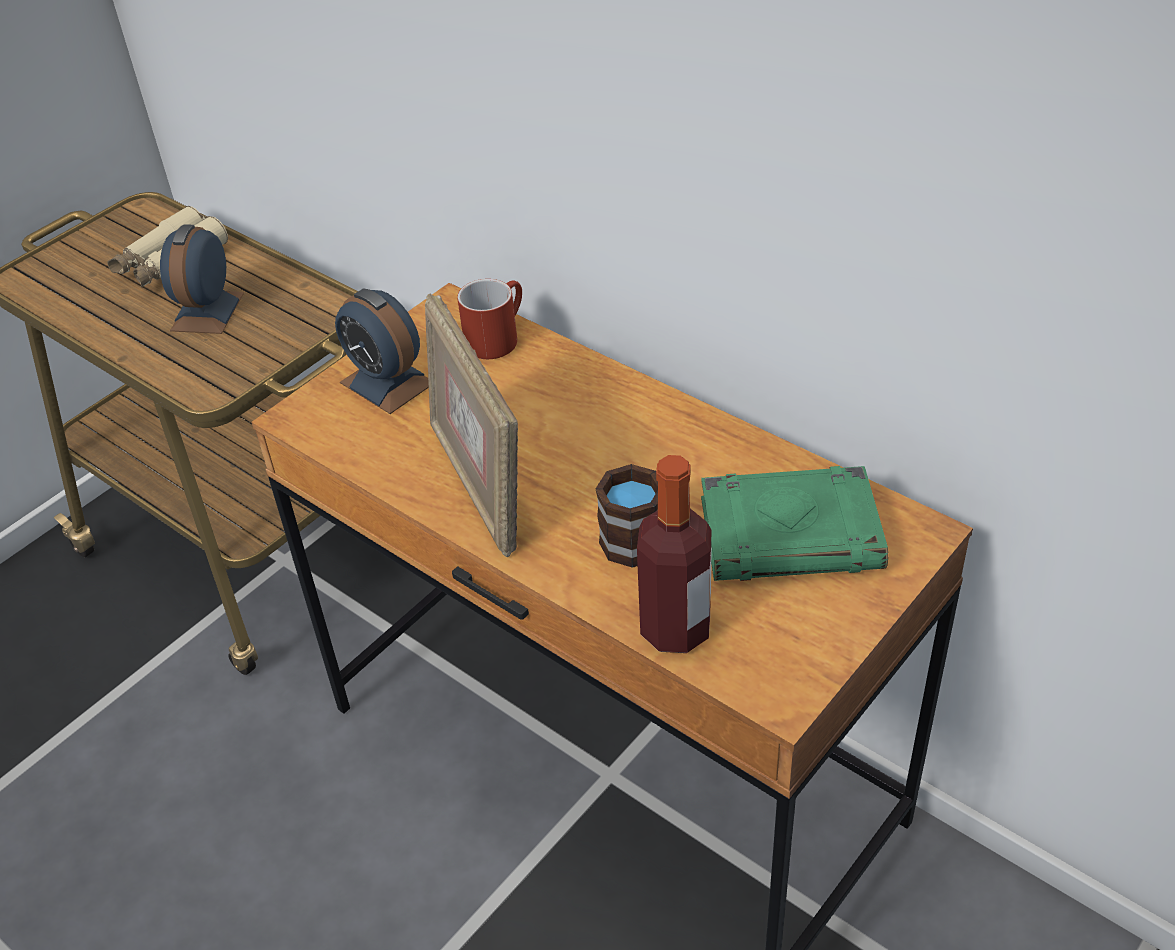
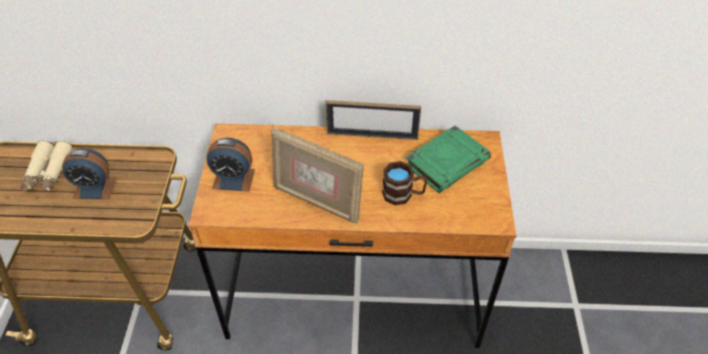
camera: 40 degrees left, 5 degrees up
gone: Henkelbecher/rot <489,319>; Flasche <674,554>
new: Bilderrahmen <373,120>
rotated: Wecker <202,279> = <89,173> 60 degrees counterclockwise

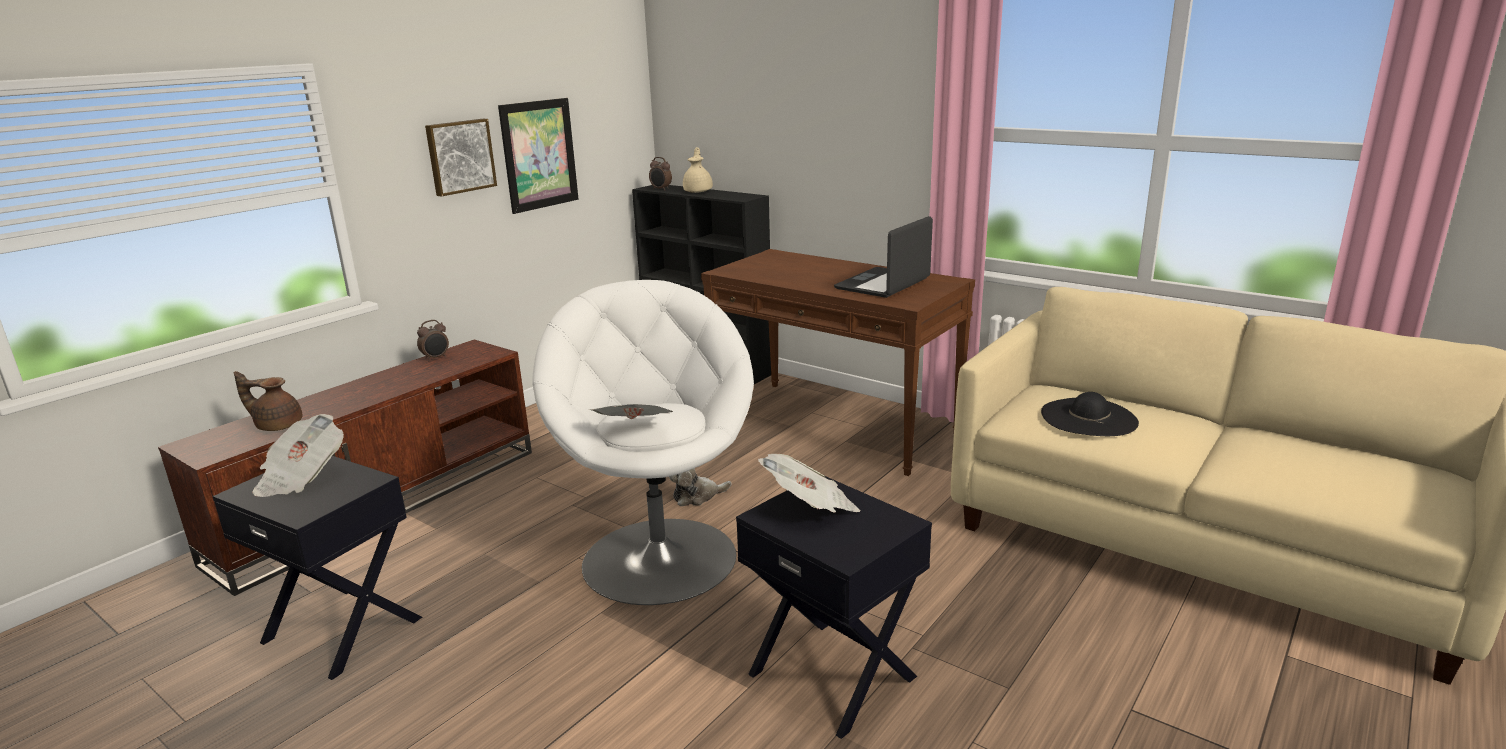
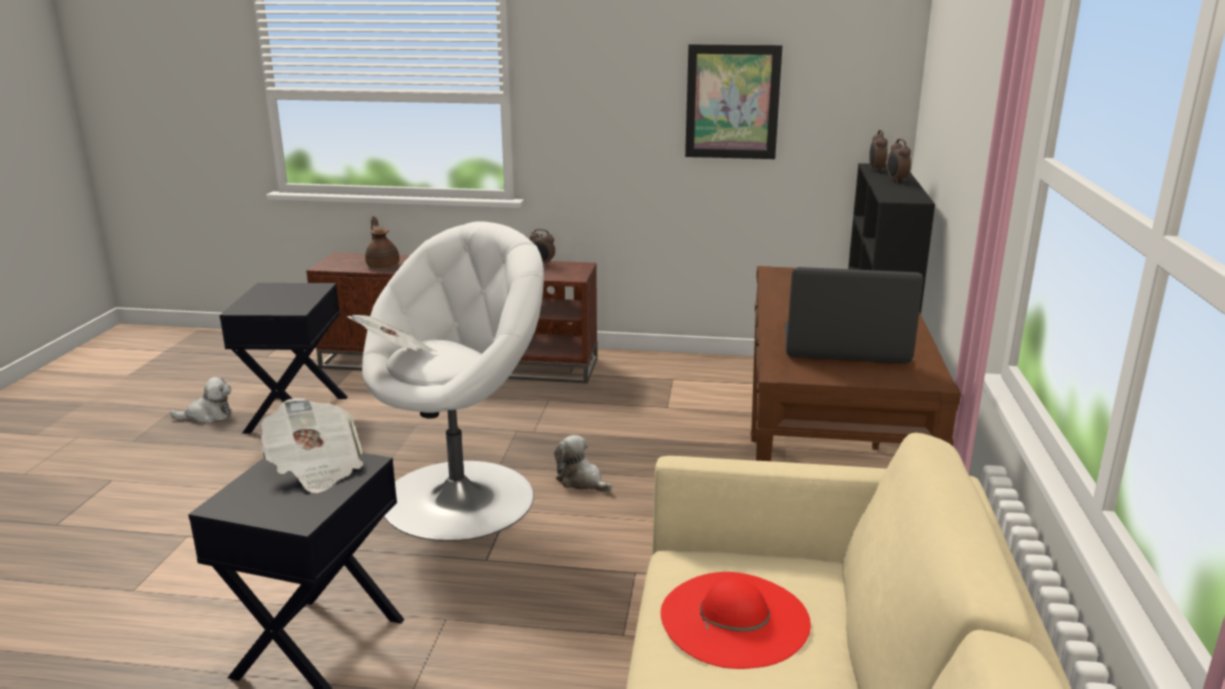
camera: 60 degrees right, 0 degrees up
gone: Zeitung <298,455>; Bild <461,158>
new: Plüschtier <201,400>
swapped: Teekanne/beige <698,170> to Wecker <899,161>
repainted: Hut/schwarz <1090,414> to Hut/rot <736,620>

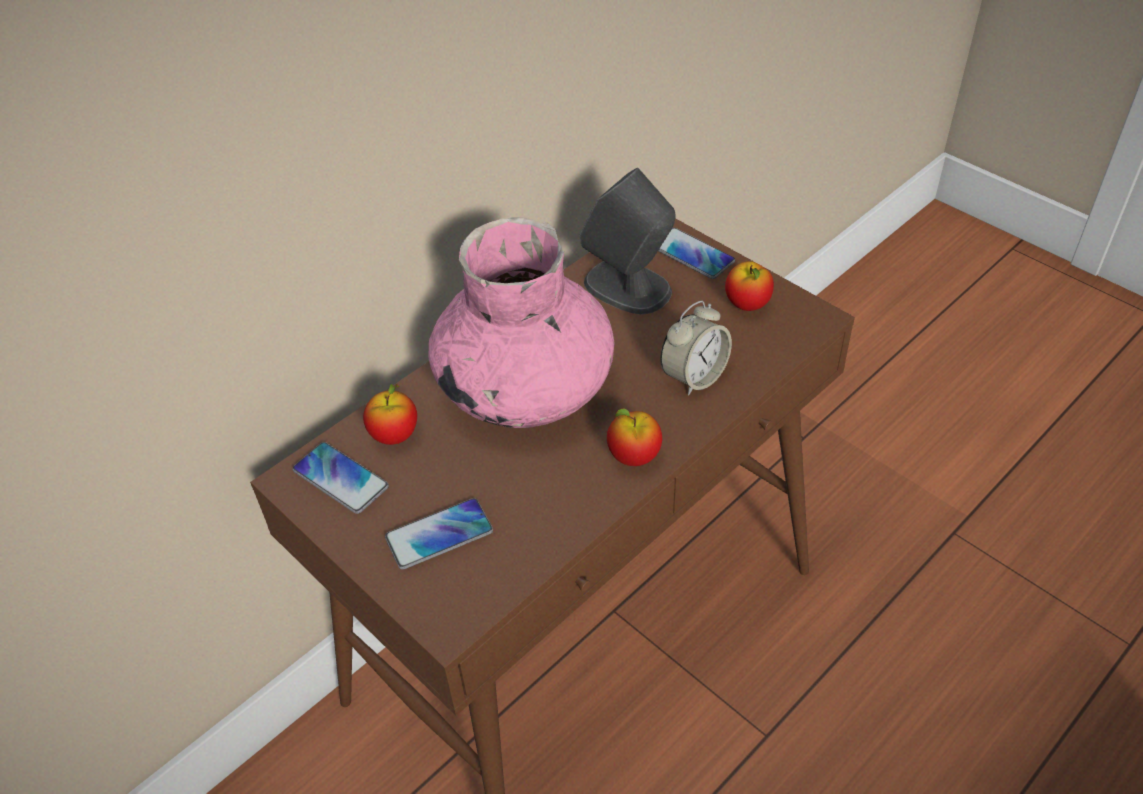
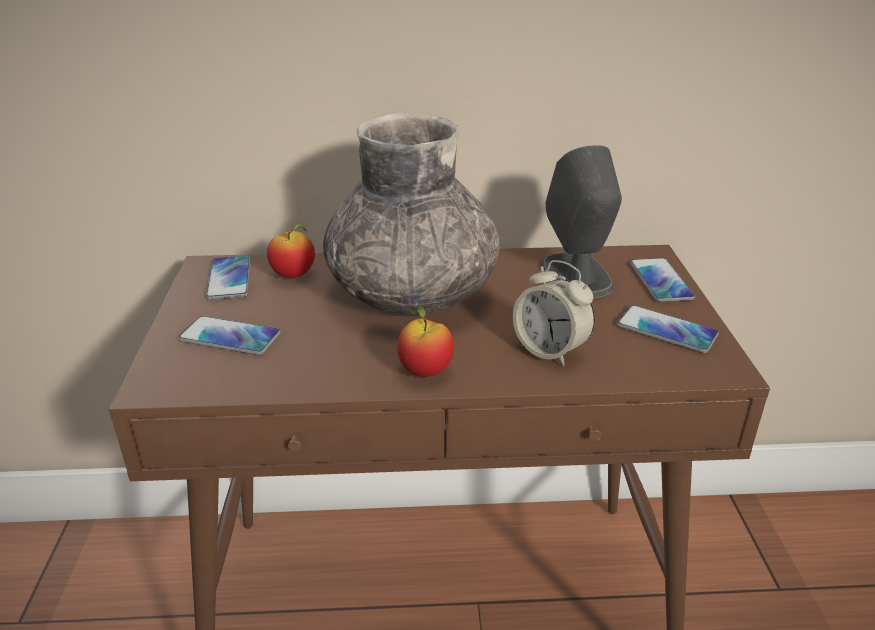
camera: 40 degrees right, 15 degrees down
swapped: Apfel <749,286> to Handy <668,329>
repainted: Vase/rosa <521,322> to Vase/grau <411,213>
rotated: Wecker <696,348> = <554,313> 45 degrees clockwise

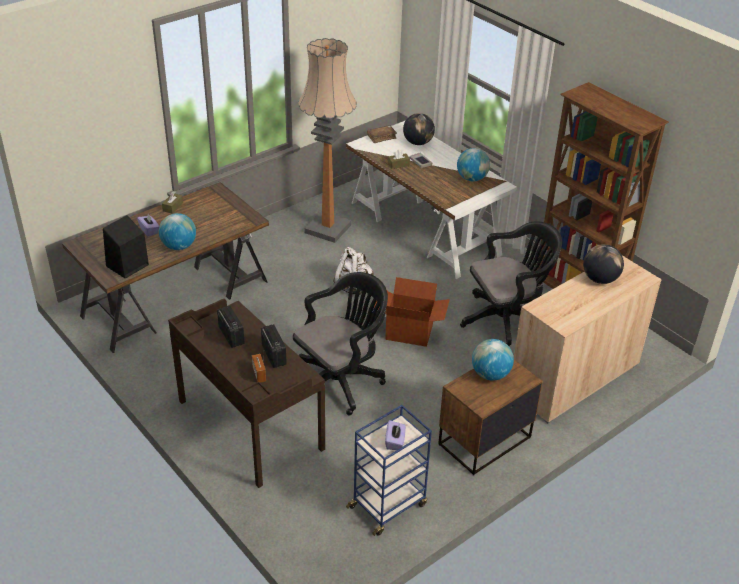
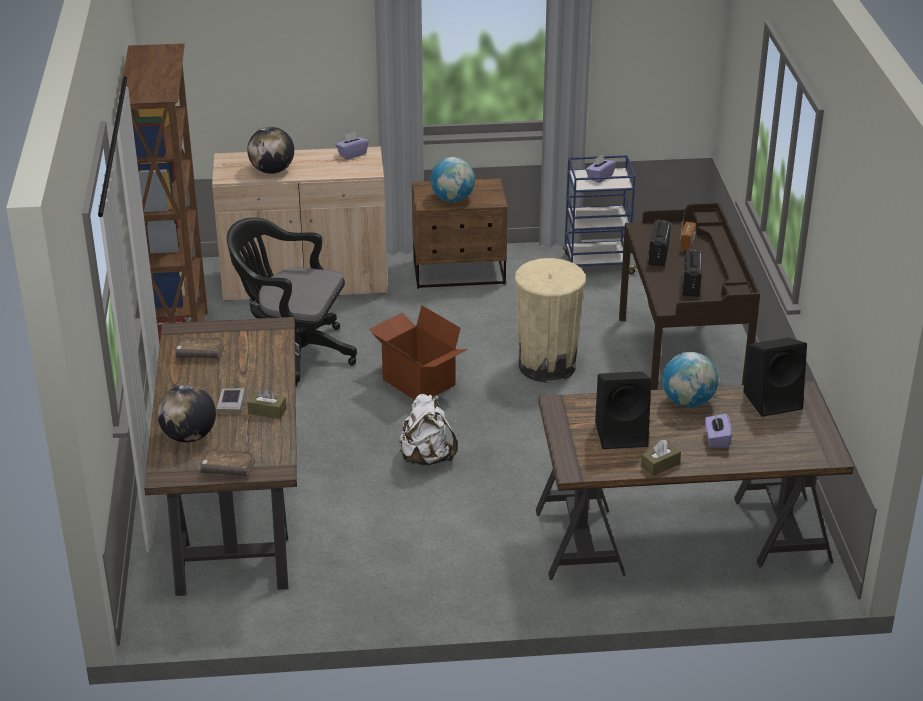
camera: 145 degrees left, 5 degrees down
gone: Stehlampe <327,140>
new: Taschentuchbox/lila <352,146>; Lautsprecher/schwarz <623,410>
swapped: Globus <473,164> to Buch/braun <199,347>; Bürostuhl/schwarz <340,343> to Mülleimer/beige <550,320>
repainted: Schreibtisch/weiß <431,199> to Schreibtisch/braun <221,456>

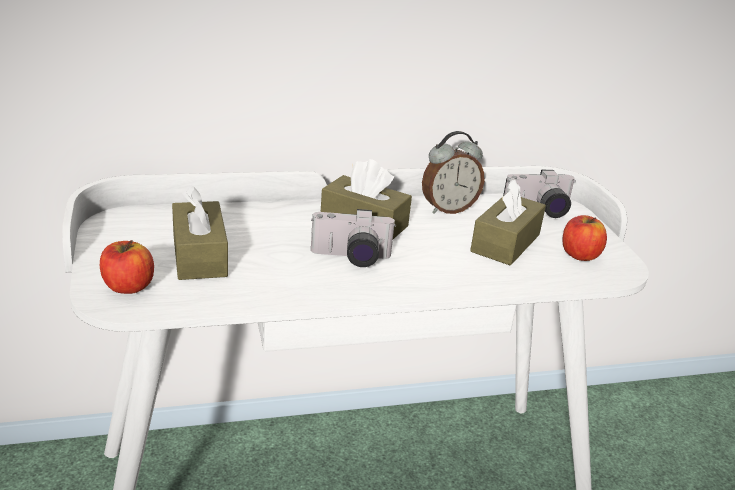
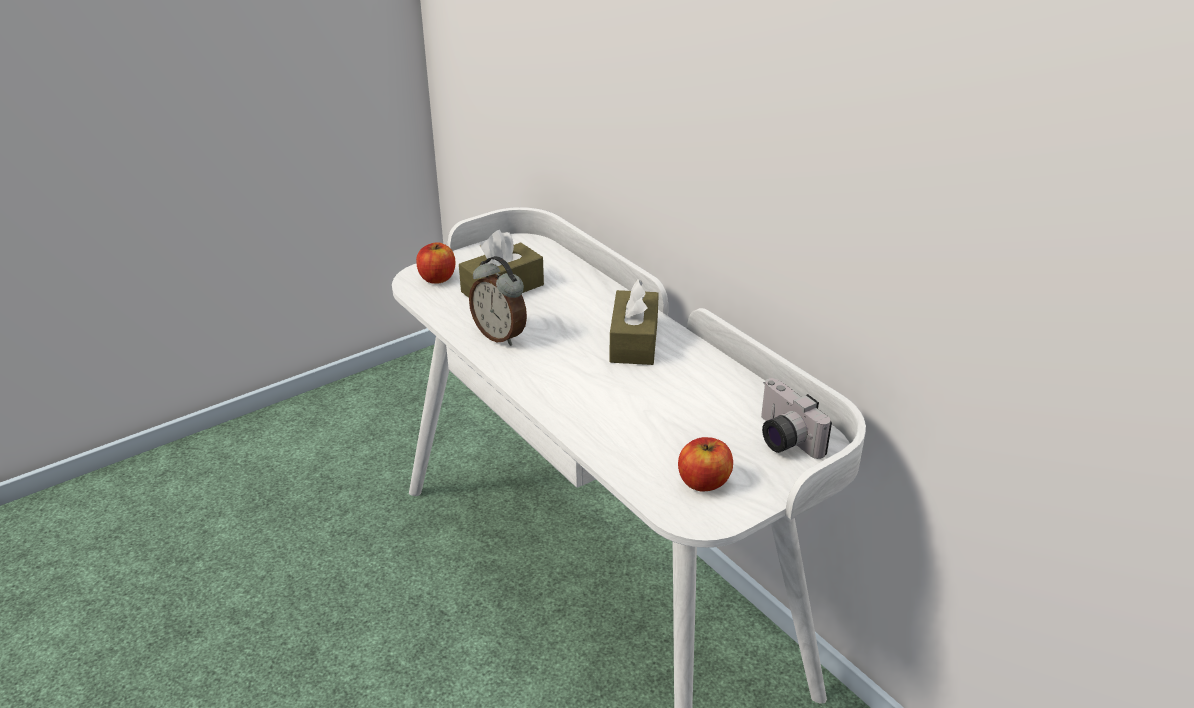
camera: 70 degrees right, 5 degrees up
gone: Kamera <353,238>; Taschentuchbox/braun <508,222>
shifted: Wecker <453,172> to <498,301>

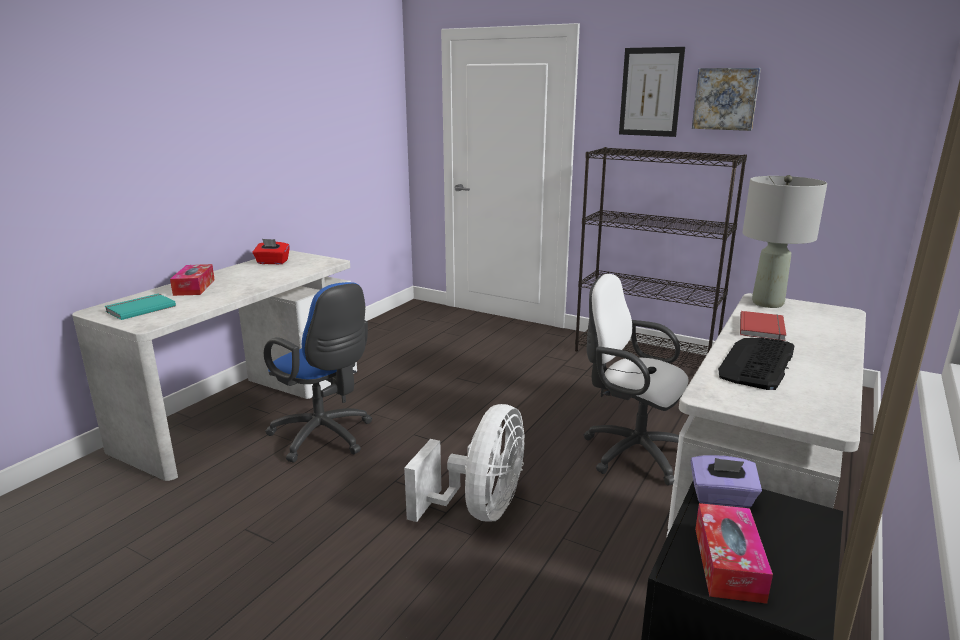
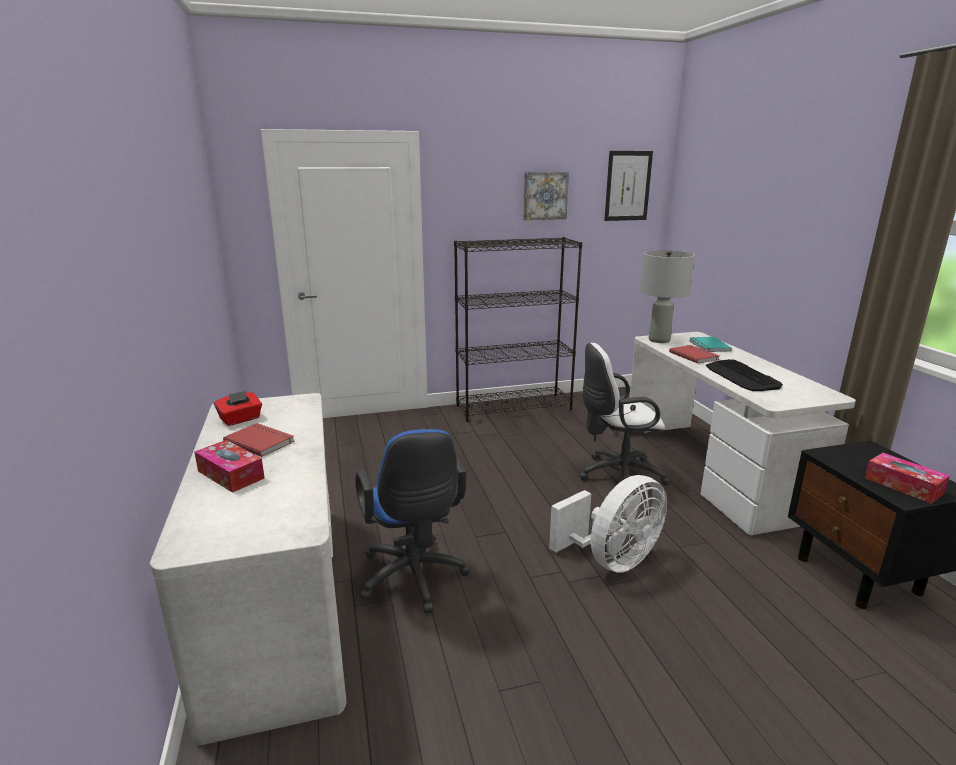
camera: 45 degrees left, 0 degrees up
gone: Taschentuchbox/lila <726,481>
new: Buch/rot <258,440>
shifted: Bild <652,92> to <628,186>; Buch/türkis <140,306> to <710,344>
rotated: Bürostuhl/blau <318,372> = <412,521> 75 degrees clockwise; Ventilator/weiß <464,463> = <608,524> 75 degrees clockwise

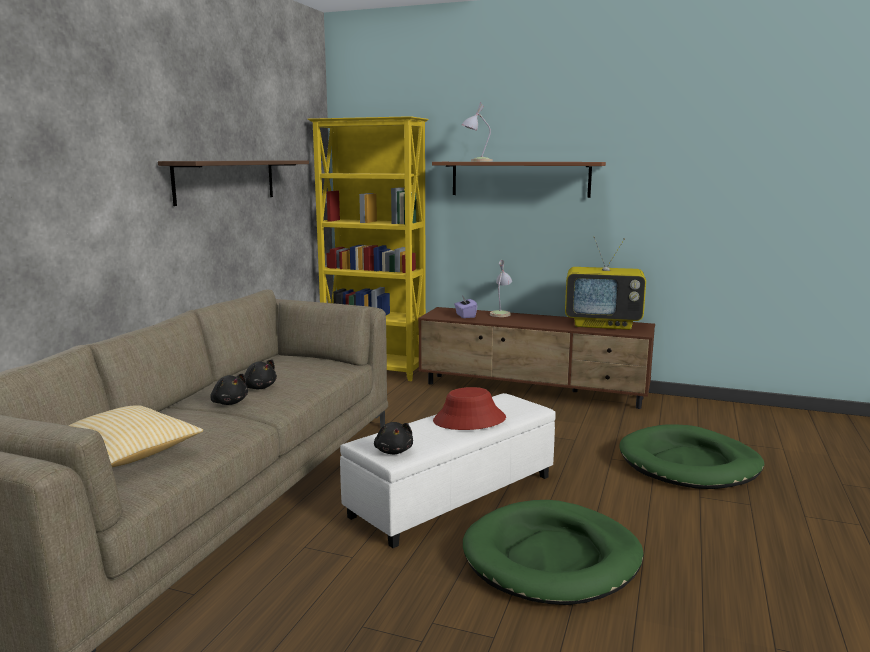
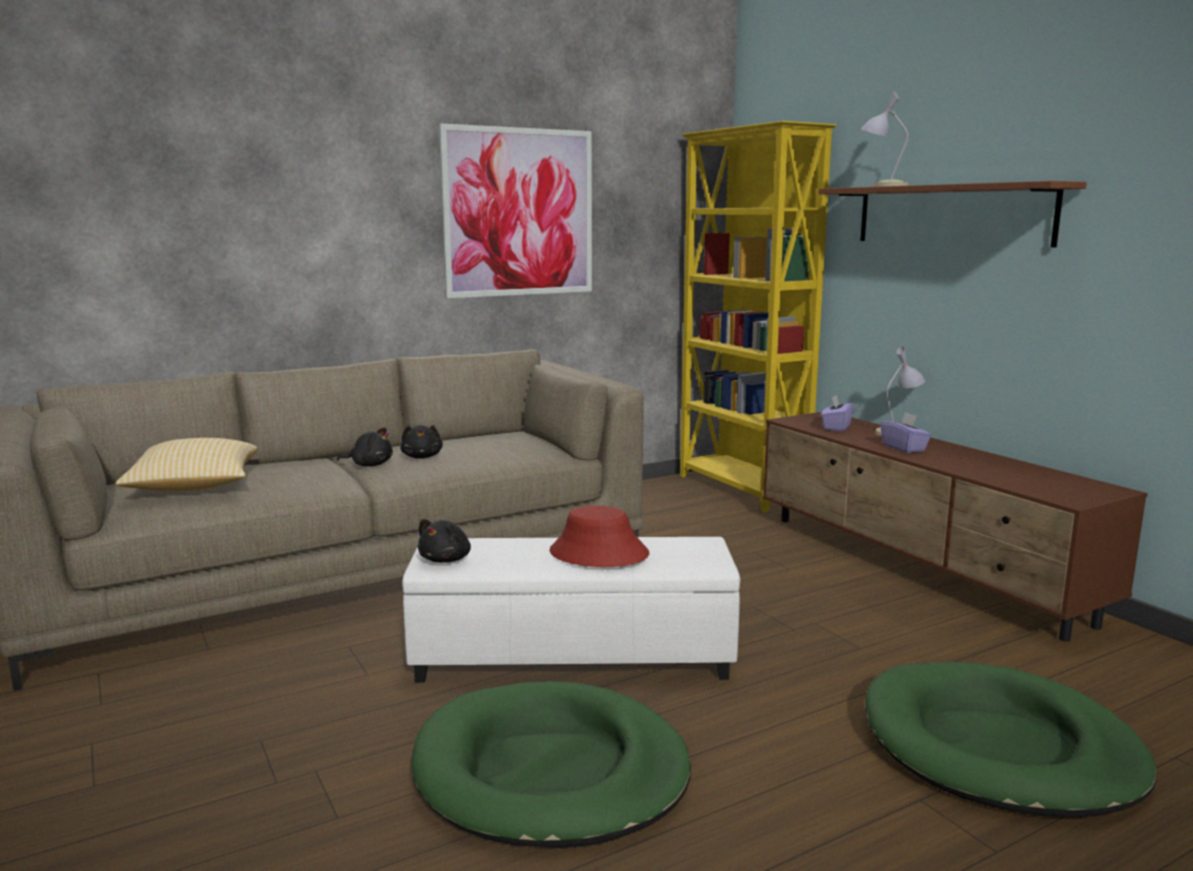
camera: 40 degrees right, 0 degrees up
gone: Fernseher <605,283>
new: Taschentuchbox/lila <906,432>
swapped: Wandregal <233,183> to Bild <515,210>
rotated: Plüschtier/schwarz <229,389> = <365,447> 75 degrees counterclockwise

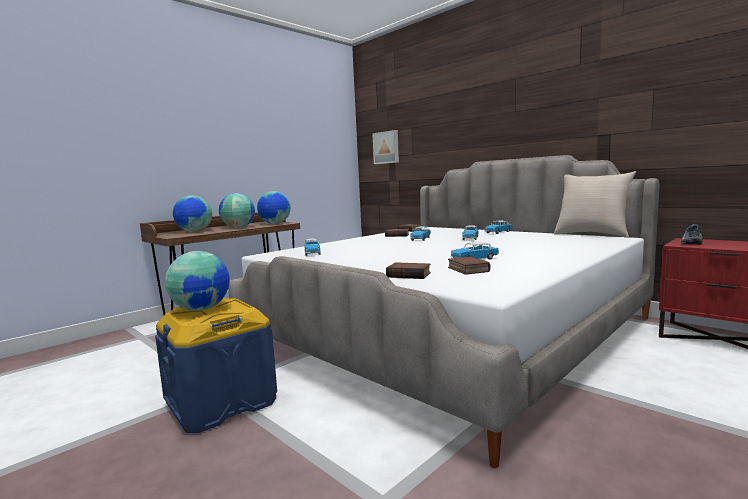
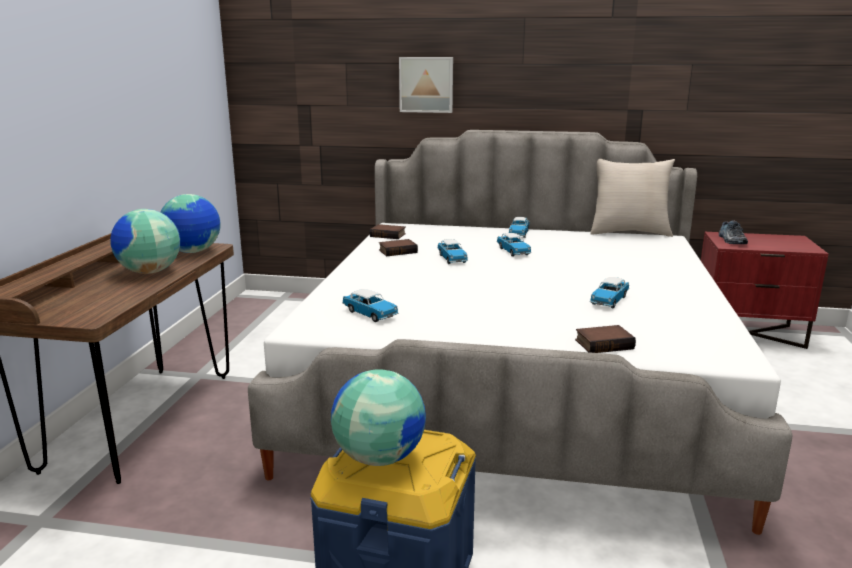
camera: 35 degrees left, 10 degrees up
gone: Globus <192,213>; Buch <469,265>
shifted: Bild <385,147> to <426,85>

